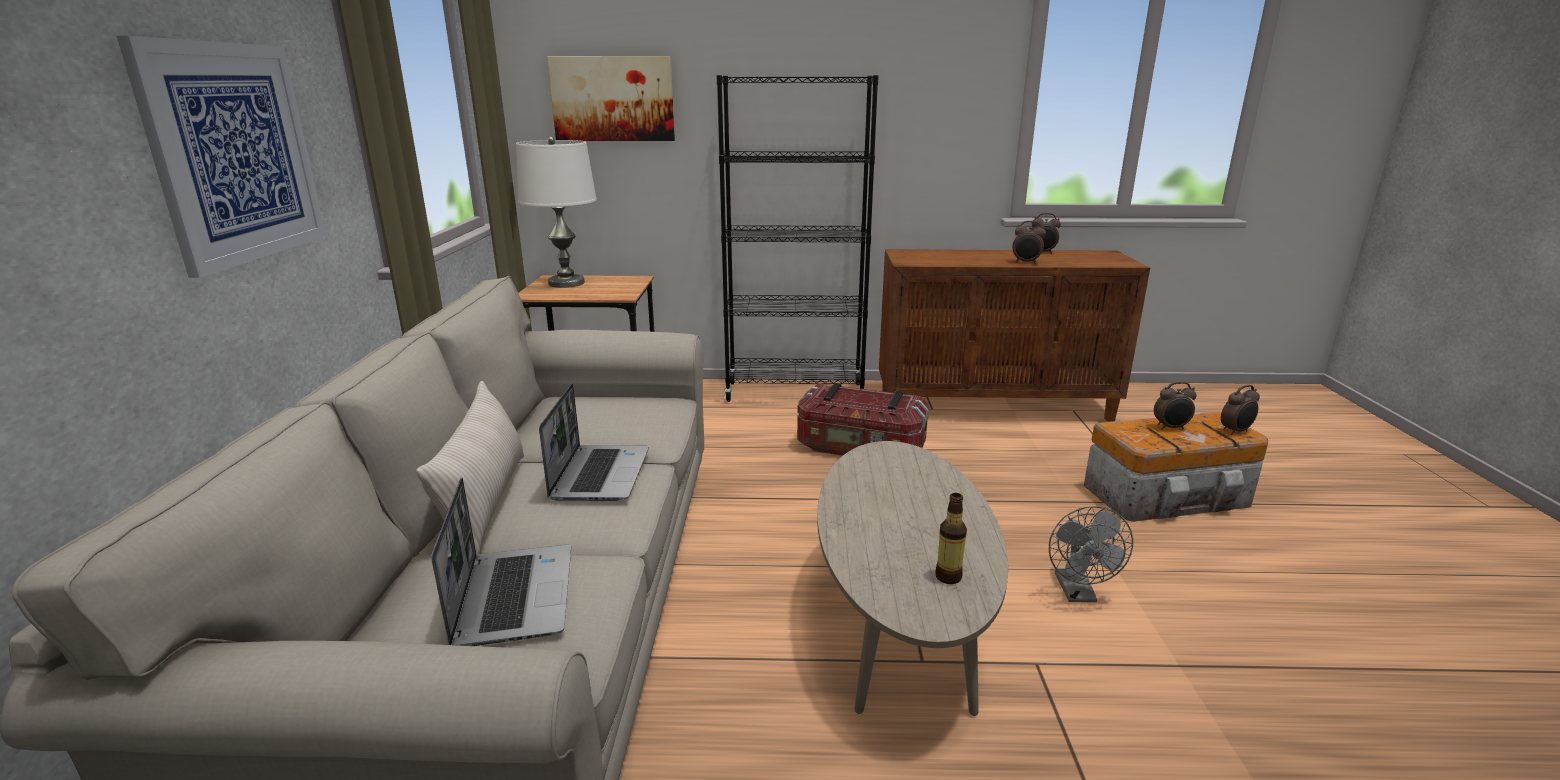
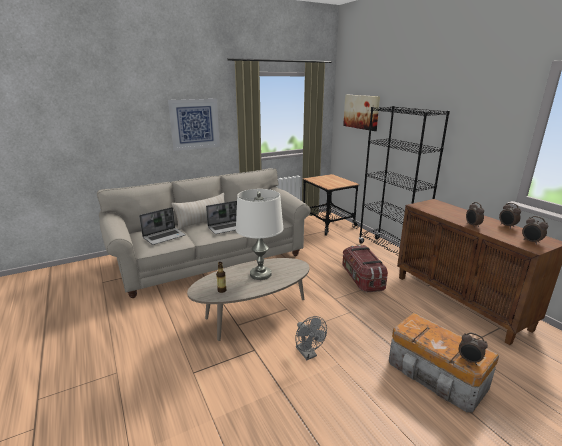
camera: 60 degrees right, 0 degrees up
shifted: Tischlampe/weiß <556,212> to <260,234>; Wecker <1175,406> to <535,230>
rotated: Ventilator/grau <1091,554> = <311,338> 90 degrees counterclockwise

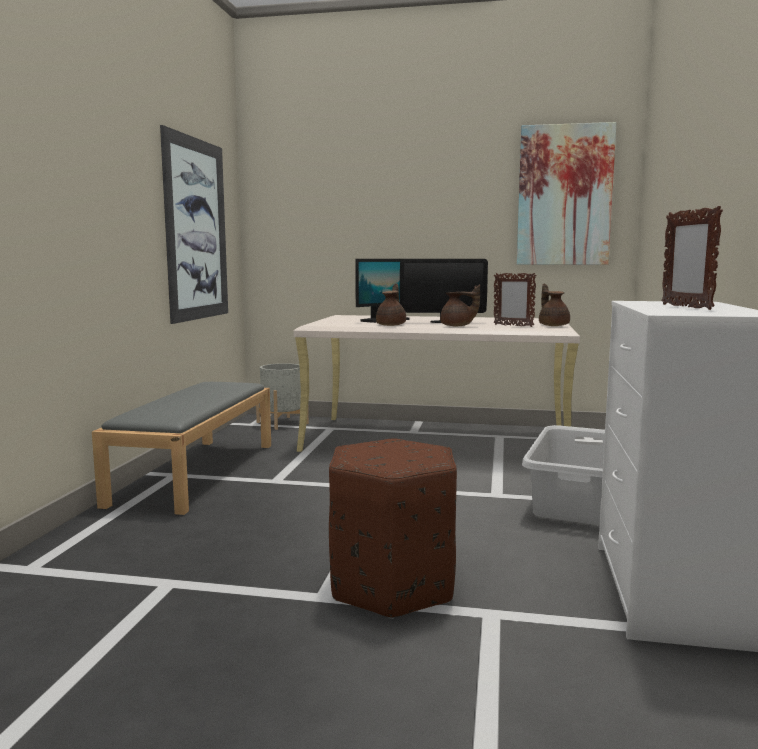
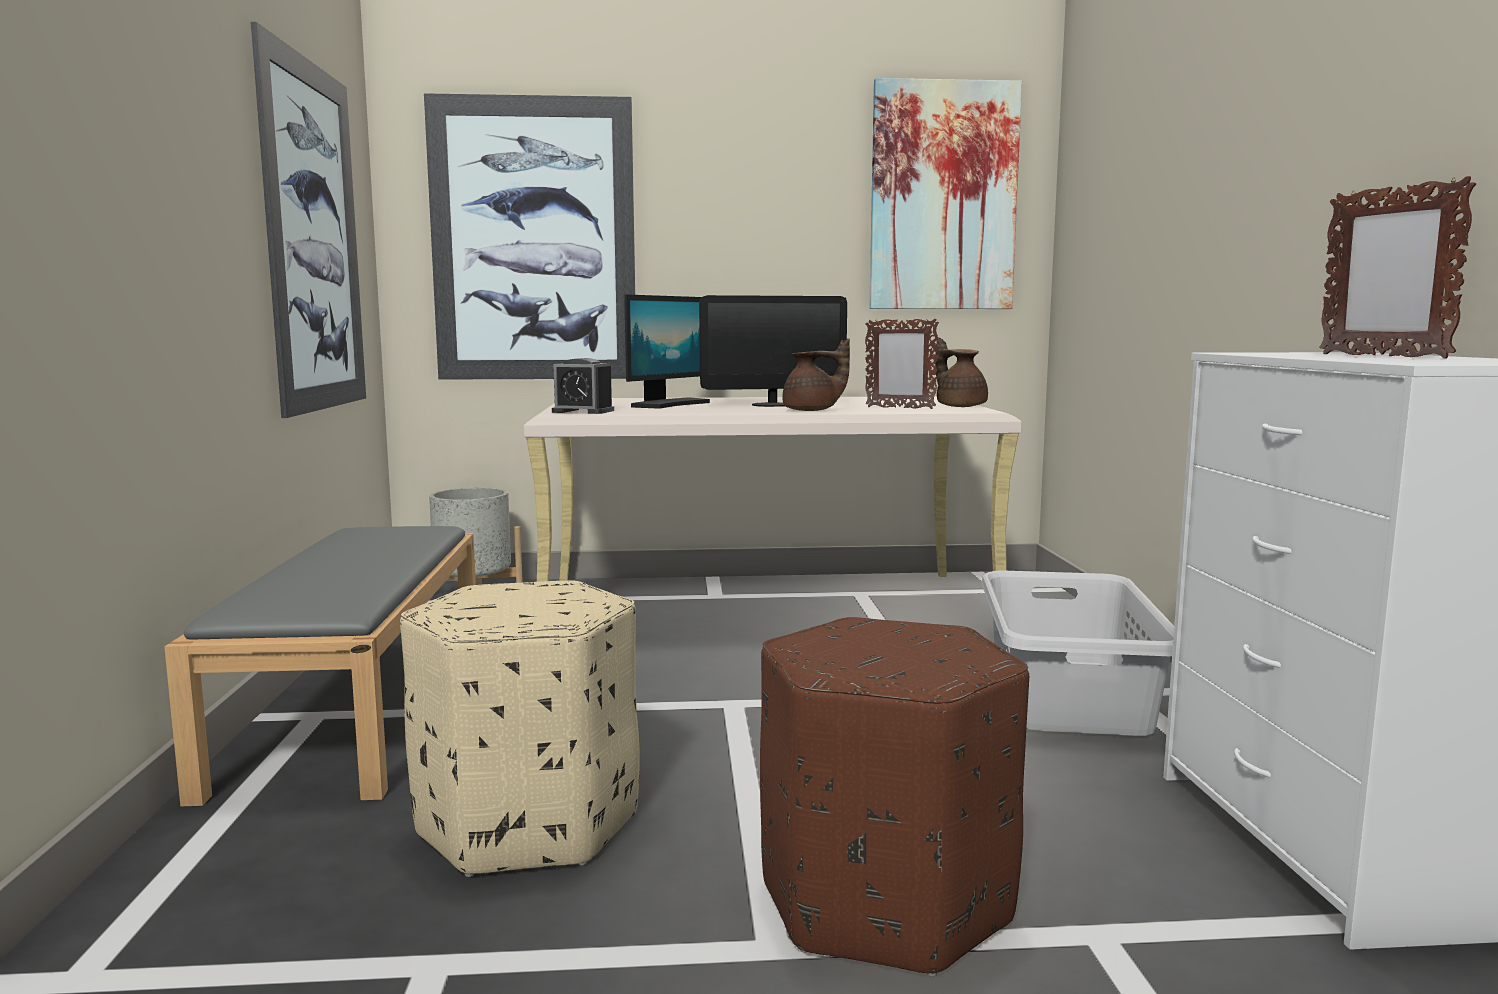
camera: 15 degrees left, 0 degrees up
gone: Teekanne/braun <391,304>
new: Polsterhocker/beige <520,728>; Bild <529,236>; Wecker <583,386>

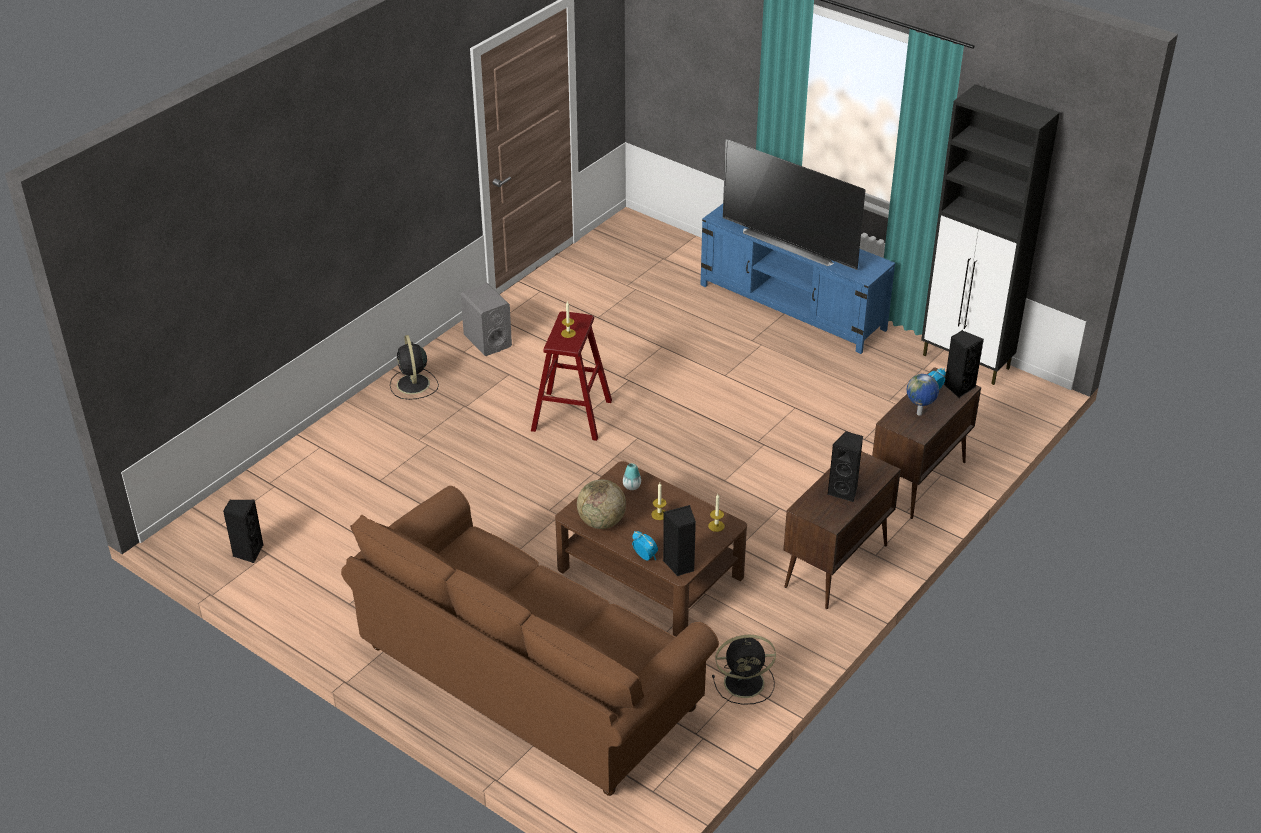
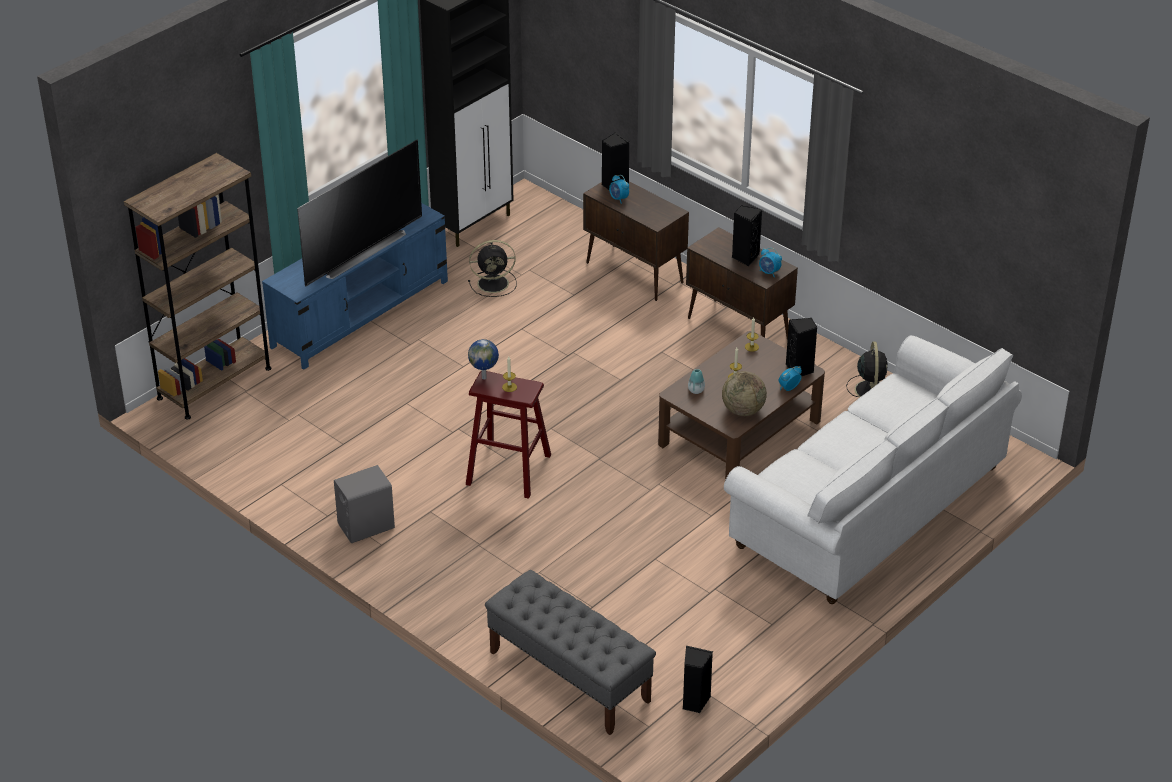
camera: 85 degrees left, 0 degrees up
new: Bücherregal/braun <197,286>; Bank/grau <570,652>; Wecker <770,262>
shifted: Ventilator/schwarz <414,367> to <492,268>; Globus <923,395> to <483,359>
repainted: Sofa/braun <530,641> to Sofa/weiß <873,469>

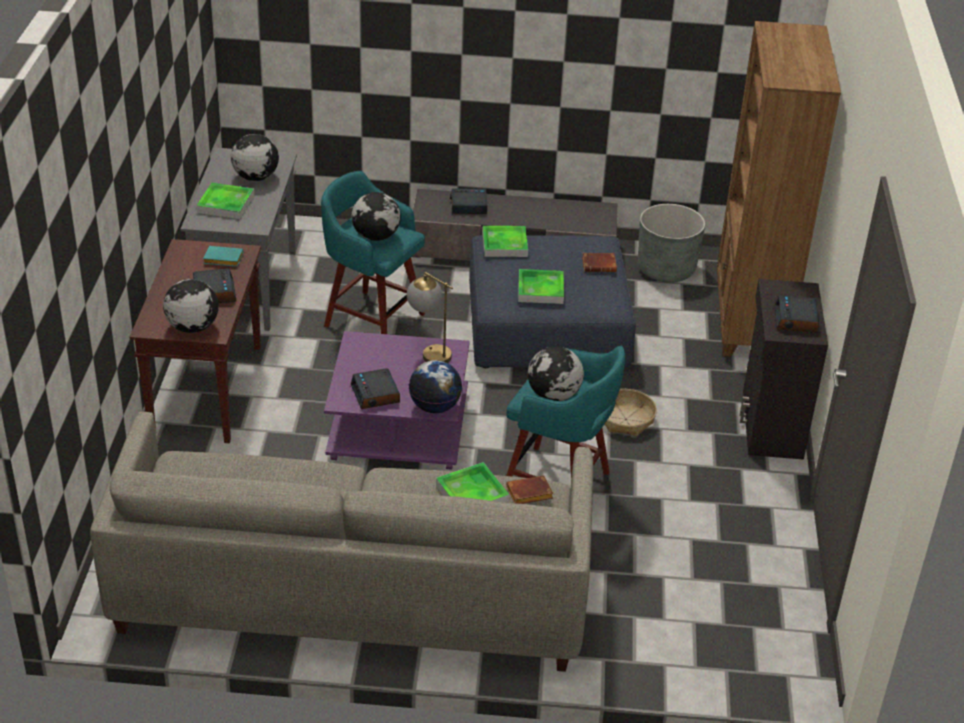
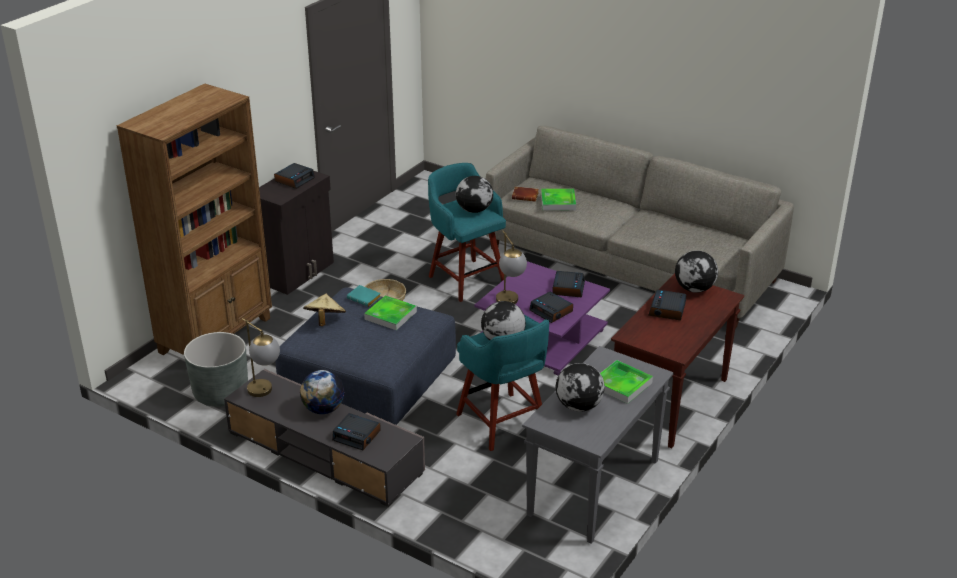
camera: 150 degrees left, 5 degrees down
gone: Tablett <505,241>
new: Tischlampe <261,357>; Wecker <551,307>
shifted: Globus <435,386> to <322,392>; Buch/türkis <223,256> to <364,296>
swapped: Buch/braun <599,262> to Hut/beige <324,310>

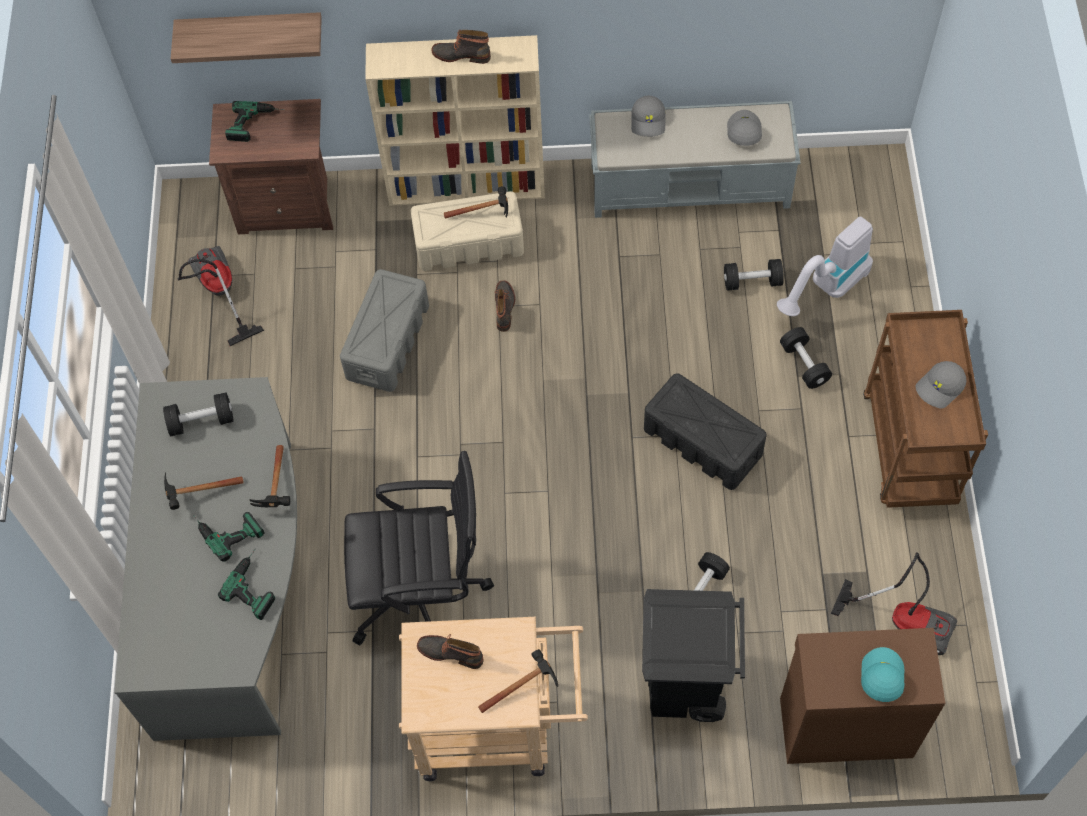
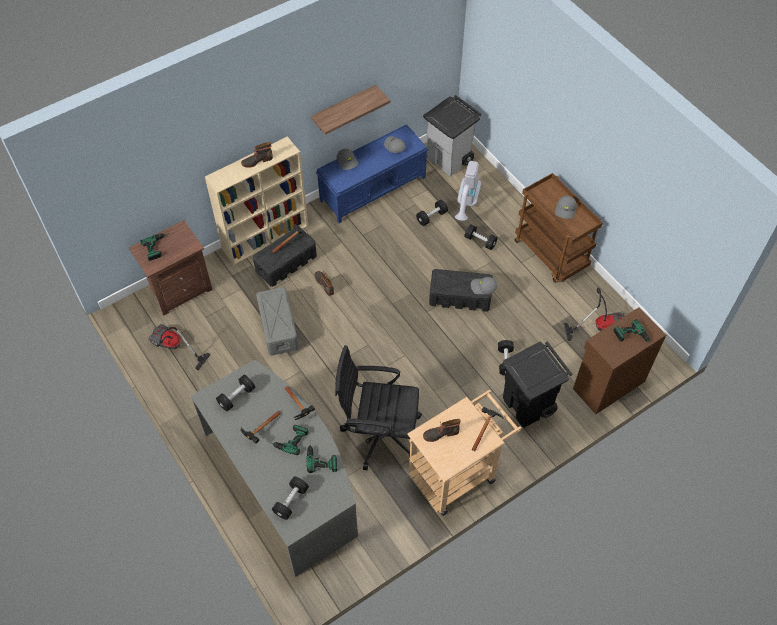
camera: 35 degrees left, 5 degrees down
new: Hantel/schwarz <290,498>; Mülleimer/grau <452,135>; Kappe/grau <484,285>
shifted: Wandregal <246,37> to <350,110>
swapped: Kappe/türkis <882,674> to Bohrmaschine <632,332>
repainted: Aufbewahrungsbox/beige <467,231> to Aufbewahrungsbox/schwarz <285,256>; Bank/grau <695,159> to Bank/blau <372,173>
rotated: Bürostuhl/schwarz <419,548> = <378,407> 135 degrees counterclockwise

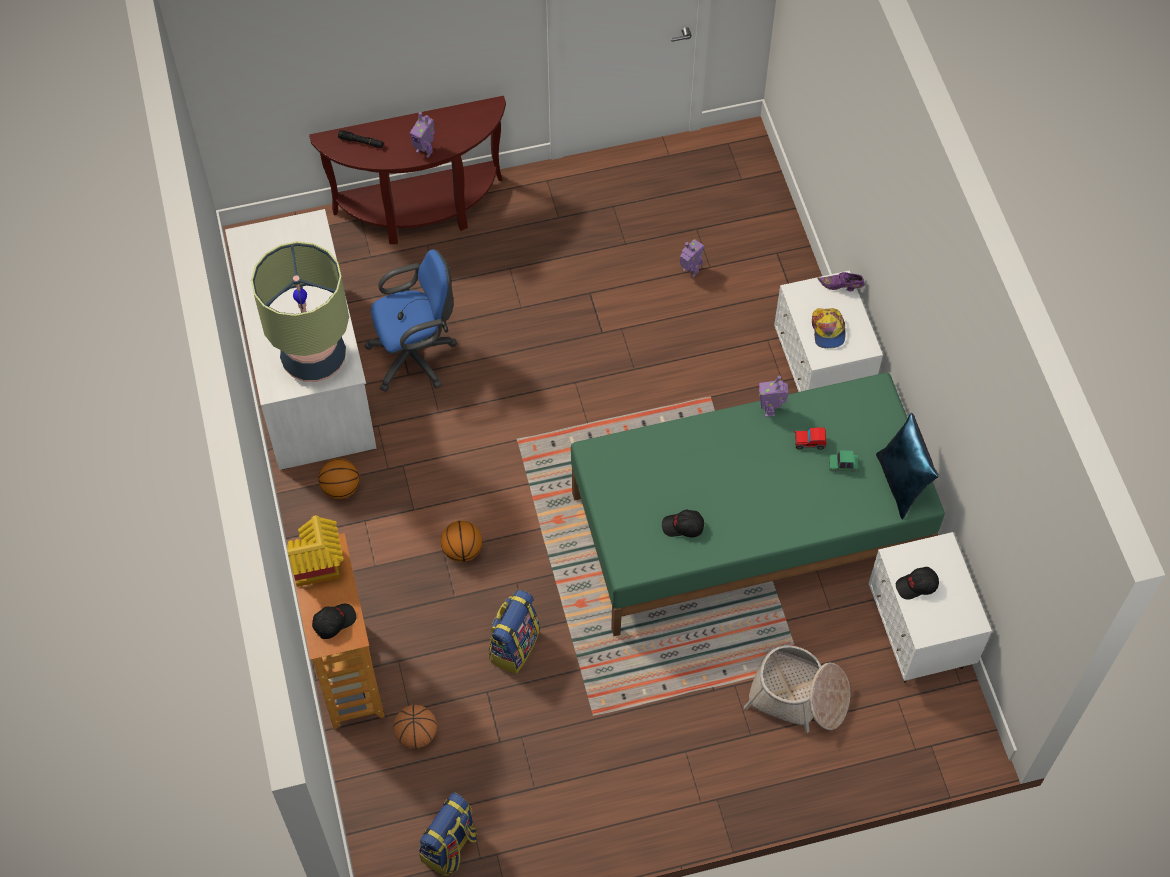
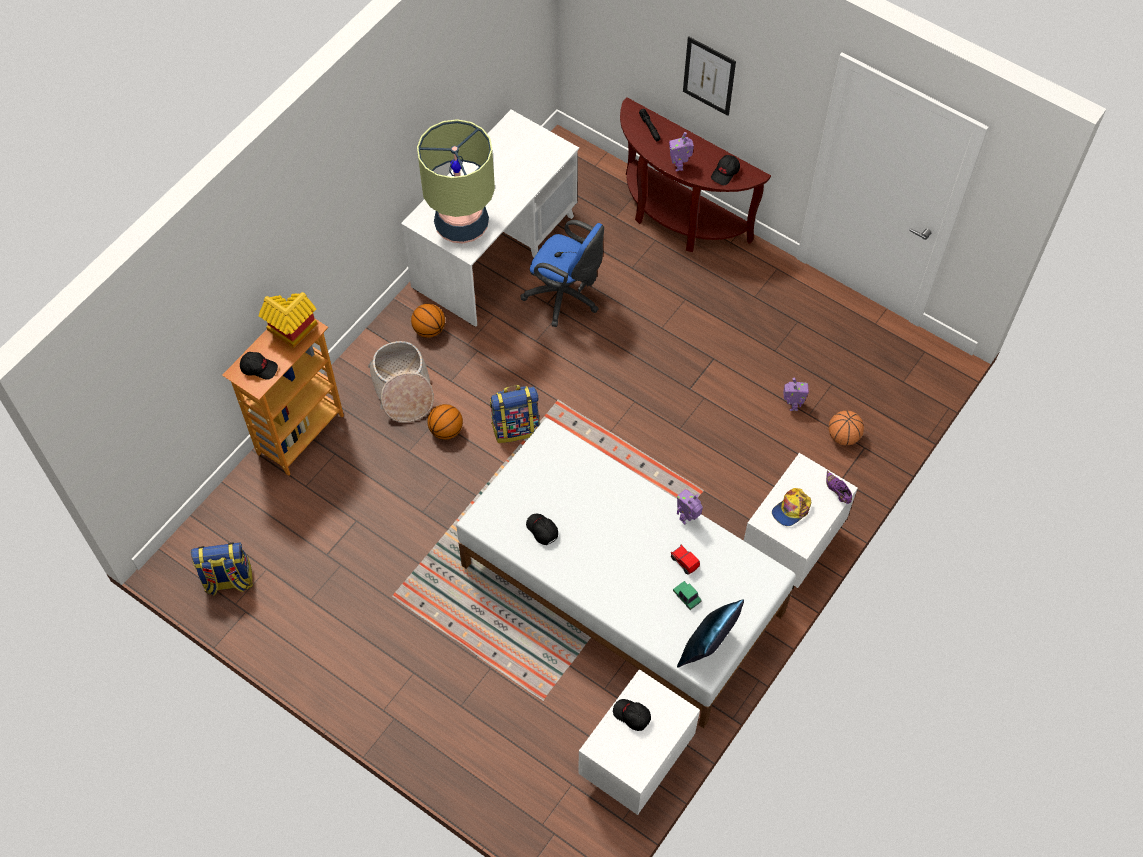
camera: 50 degrees right, 0 degrees up
new: Bild <709,76>; Kappe/schwarz <725,170>
shifted: Korb <797,689> to <401,382>; Rucksack <514,632> to <515,414>; Basketball <415,727> to <846,428>
repainted: Bett/grün <758,504> to Bett/weiß <626,573>

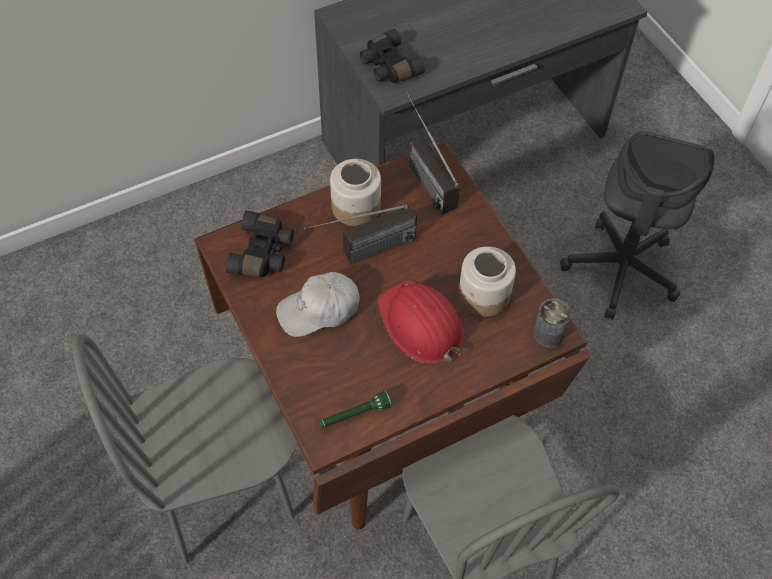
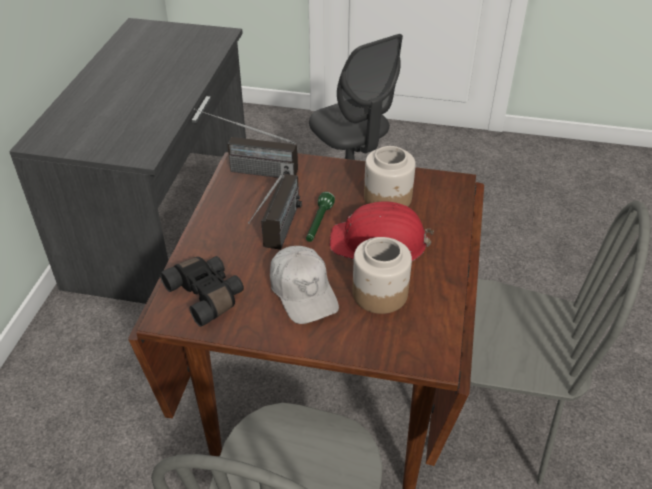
camera: 50 degrees left, 15 degrees down
gone: Fernglas/schwarz <392,56>; Dose <552,323>
shifted: Taschenlampe/grün <355,409> to <320,217>; Vorratsglas <355,192> to <382,275>
rotated: Kappe/weiß <318,304> = <304,285> 45 degrees counterclockwise

